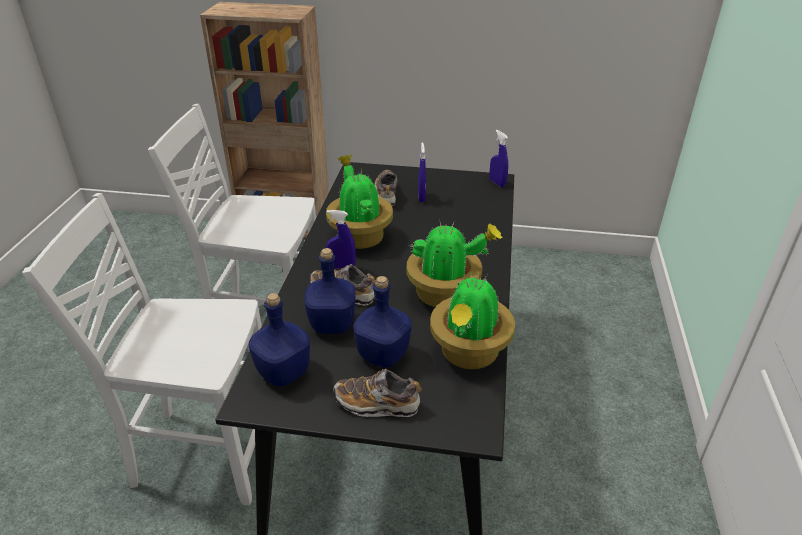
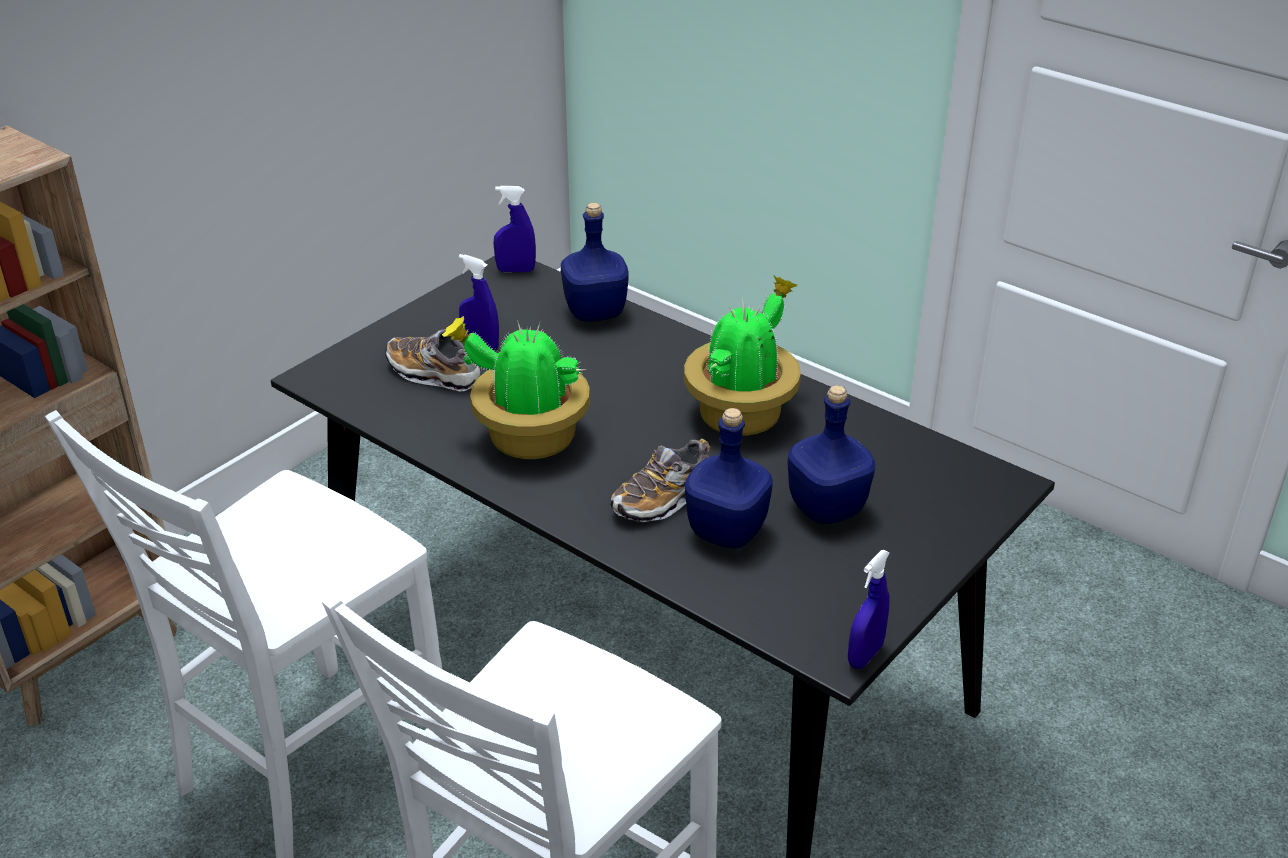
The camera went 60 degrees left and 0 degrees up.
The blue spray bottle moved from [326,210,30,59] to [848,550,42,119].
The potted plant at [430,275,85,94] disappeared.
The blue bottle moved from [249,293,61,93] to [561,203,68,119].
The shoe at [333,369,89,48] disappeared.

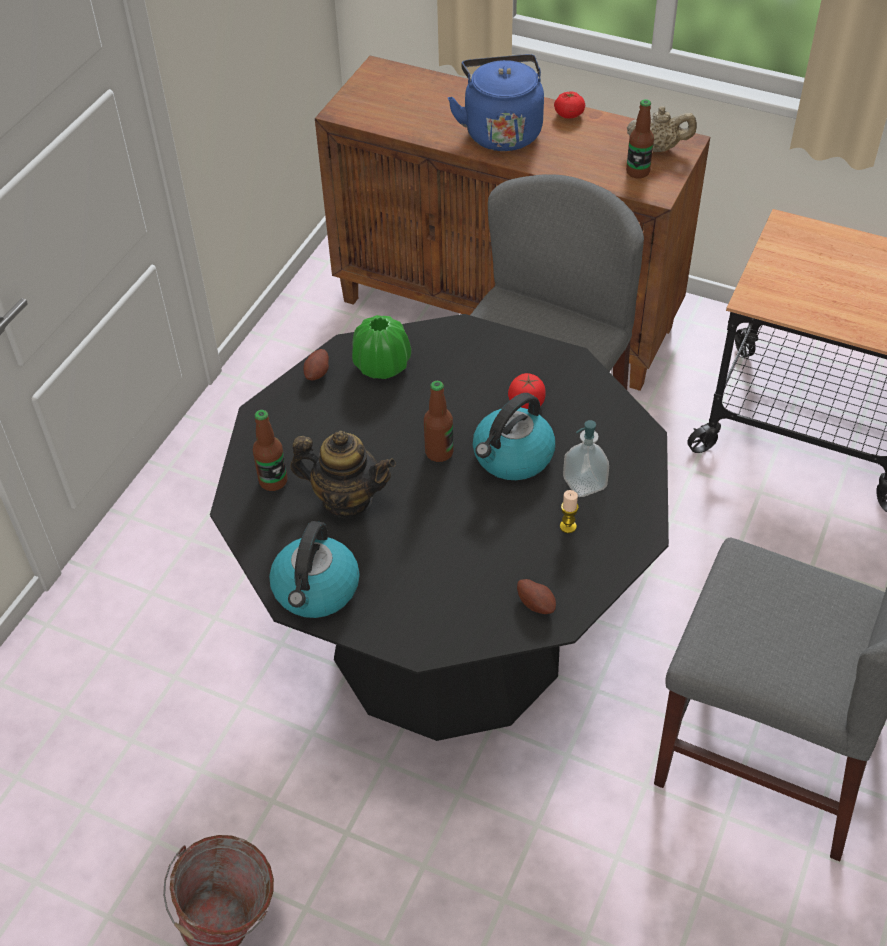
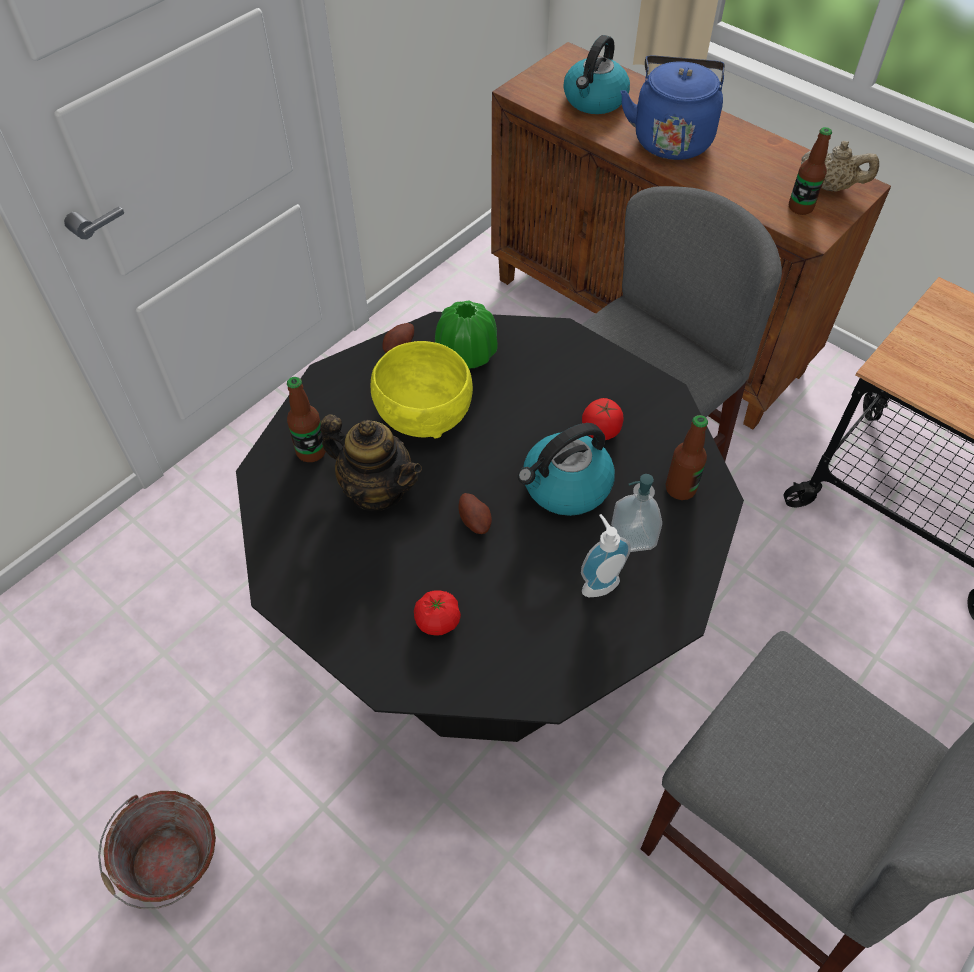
The camera went 15 degrees right and 5 degrees up.
The tomato moved from [554,91,31,28] to [414,590,47,46].
The bottle moved from [424,381,29,81] to [666,415,42,85].
The candle at [560,490,19,43] was replaced by the soap dispenser at [581,514,50,83].
The kettle moved from [269,521,91,97] to [563,35,67,79].
The potato moved from [517,579,39,35] to [458,493,34,41].
The yellow bowl at [371,341,102,98] appeared.

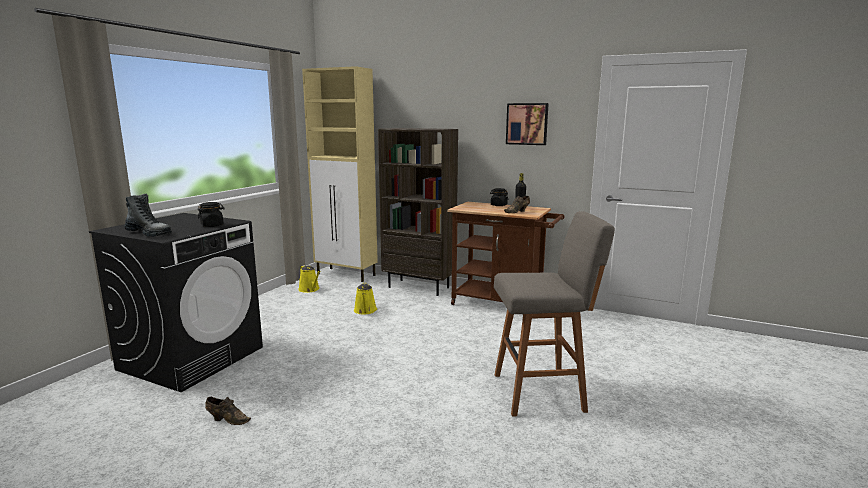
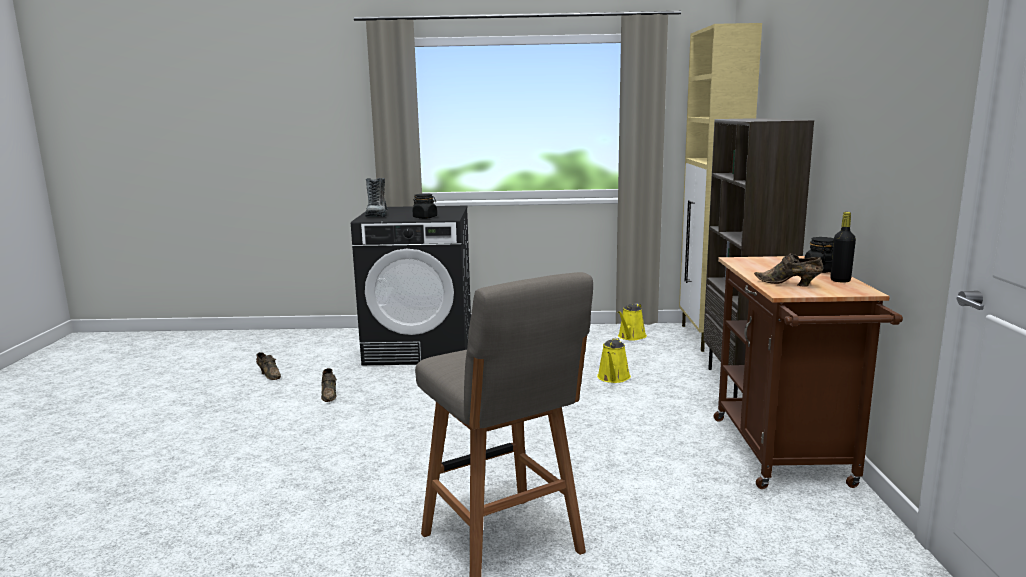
The camera went 65 degrees right and 0 degrees up.
The picture at [506,103,43,42] disappeared.
The yellow watering can at [354,282,23,32] turned 45 degrees counterclockwise.
The brown shoe at [256,352,25,28] appeared.

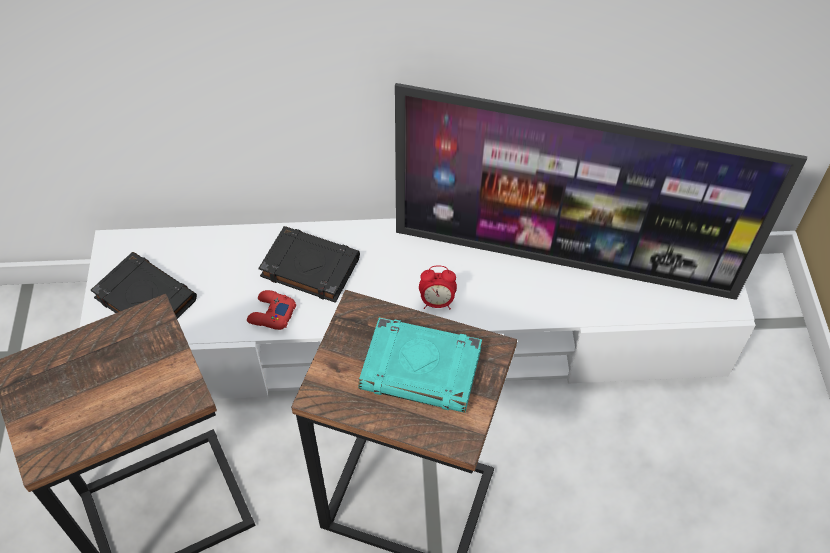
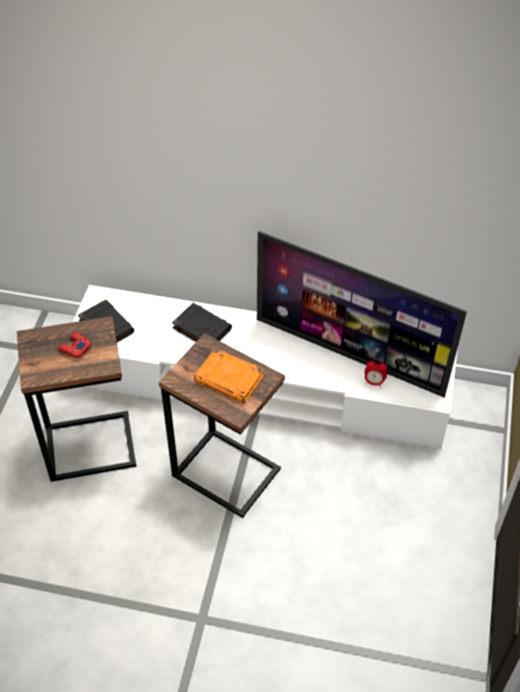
The camera went 15 degrees right and 5 degrees down.
The alarm clock moved from [419,265,38,44] to [365,359,22,29].
The red game controller moved from [247,290,49,40] to [58,333,34,25].
The turquoise book at [358,318,124,95] became the orange book at [194,348,70,55].

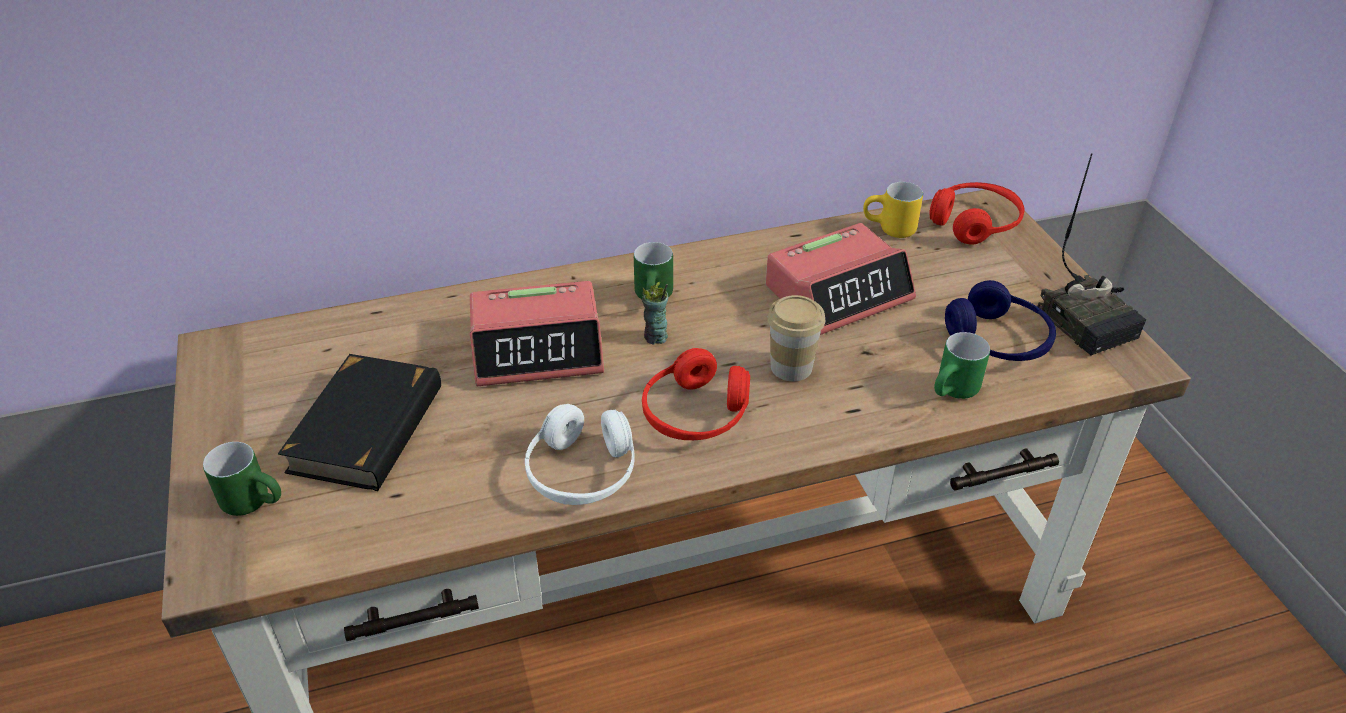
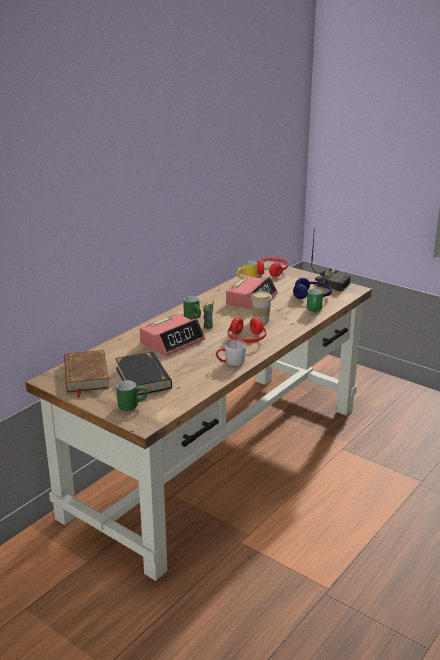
The camera went 35 degrees left and 15 degrees down.
The white headphones at [525,404,110,101] was replaced by the grey mug at [216,339,30,27].
The brown book at [64,350,45,48] appeared.

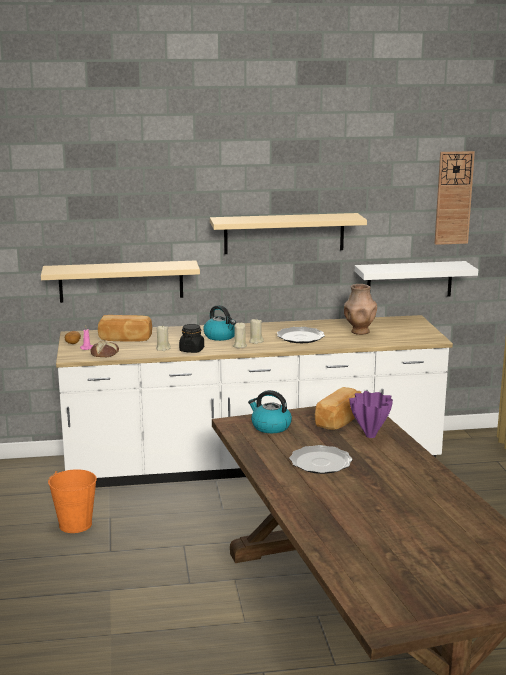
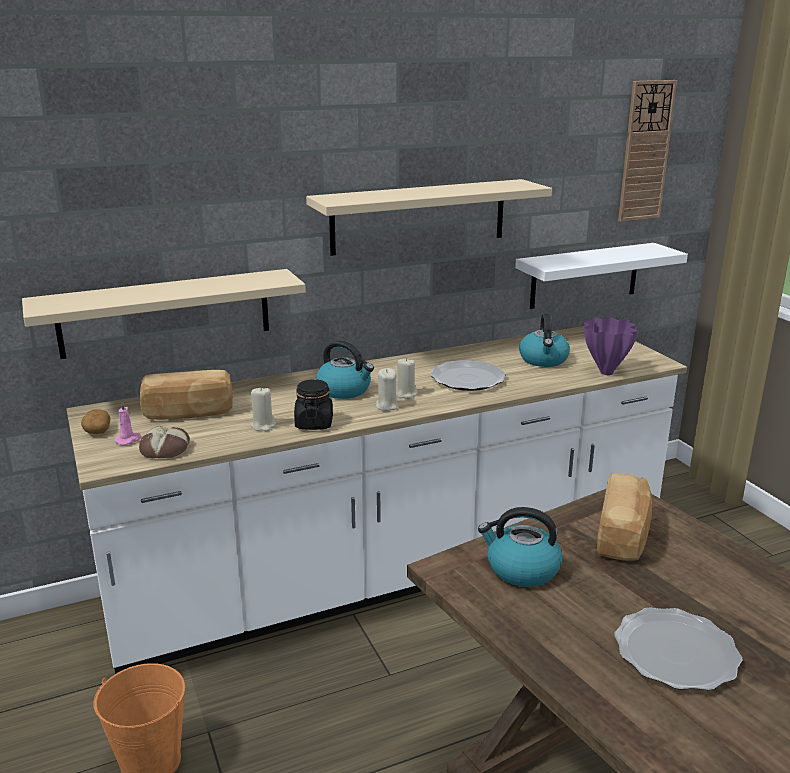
The camera went 15 degrees left and 5 degrees up.
The brown vase at [344,284,33,51] was replaced by the kettle at [519,313,51,54].
The purple vase moved from [349,391,44,47] to [584,317,54,58].

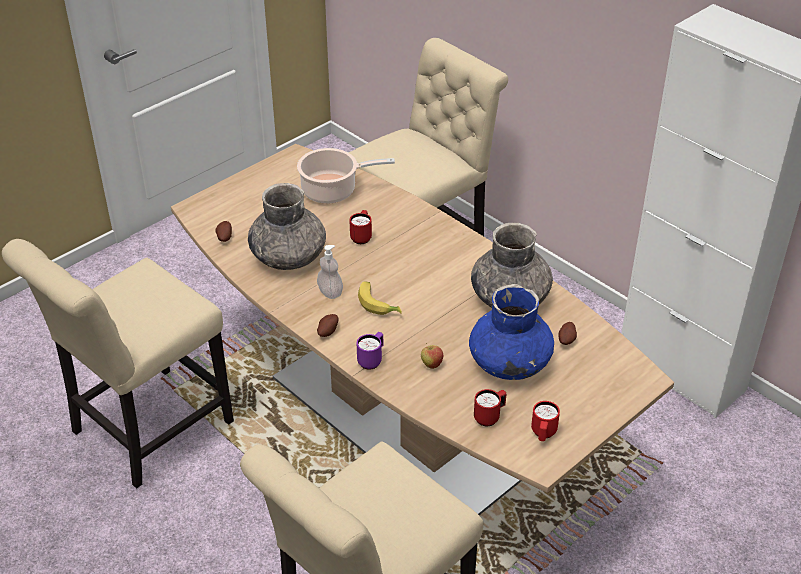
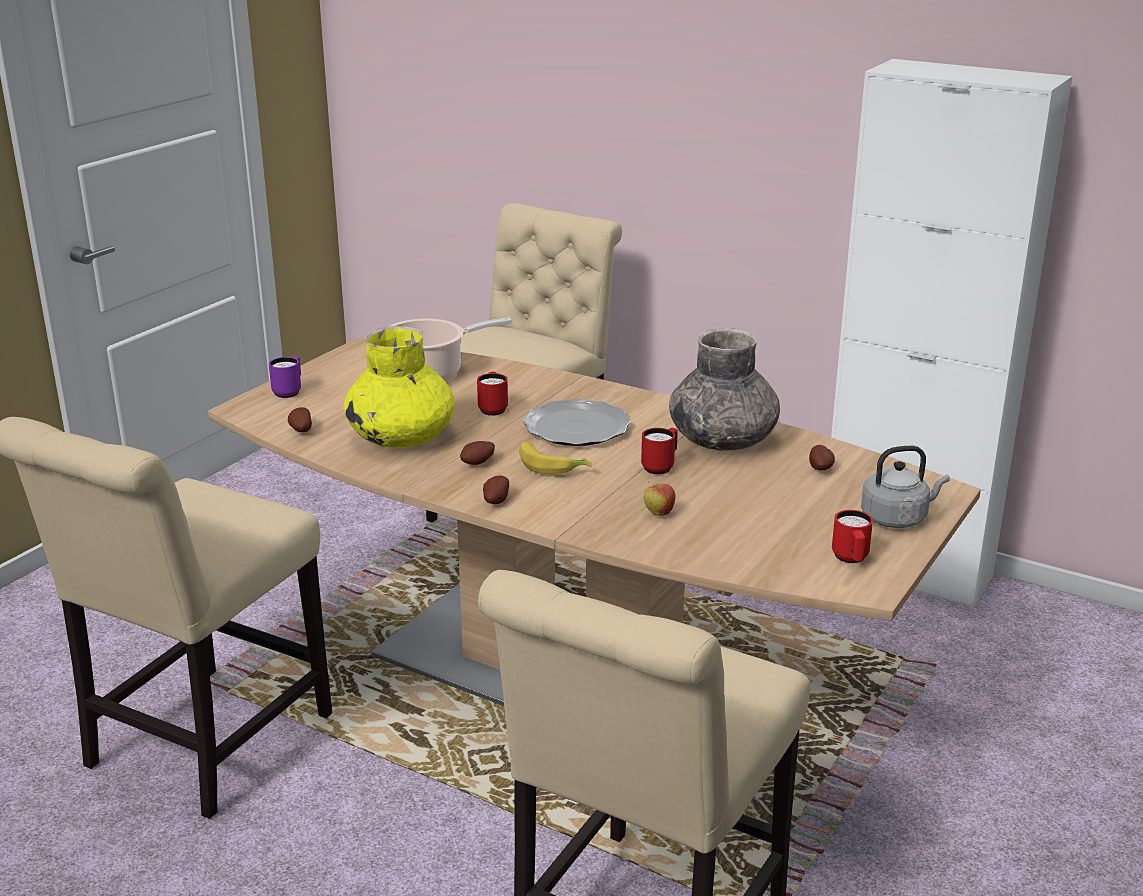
The camera went 15 degrees left and 15 degrees down.
The grey vase at [248,183,78,87] became the yellow vase at [344,326,111,122].
The soap dispenser at [317,245,26,54] was replaced by the potato at [460,441,35,24].
The blue vase at [469,284,85,96] disappeared.
The purple mug moved from [357,332,26,38] to [269,356,32,42].
The red mug moved from [474,389,32,37] to [641,428,37,46].
The plate at [523,399,108,47] appeared.
The grey kettle at [861,446,89,82] appeared.

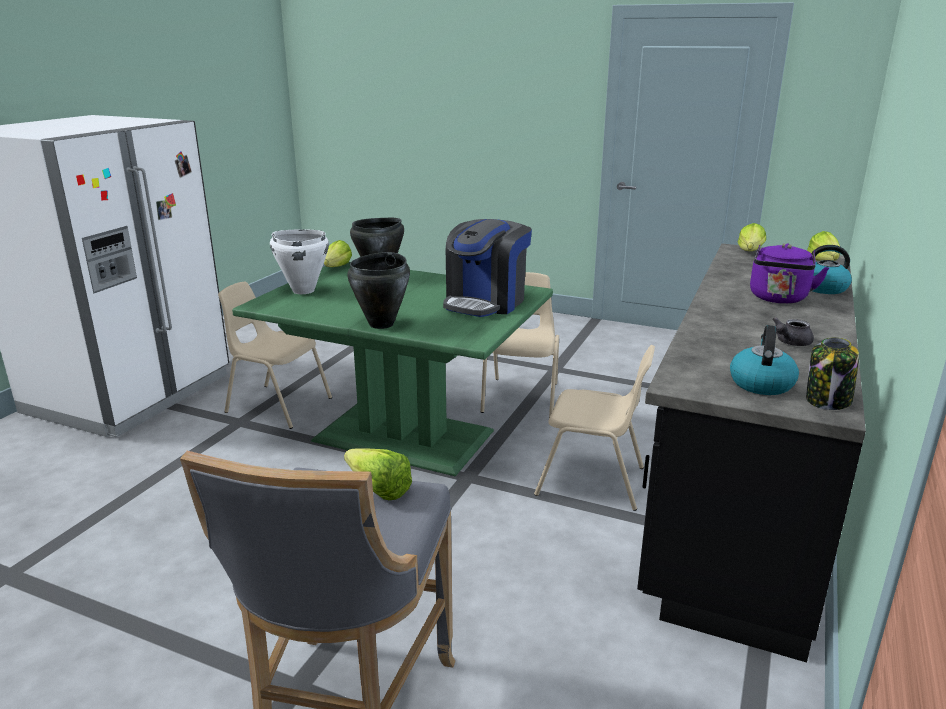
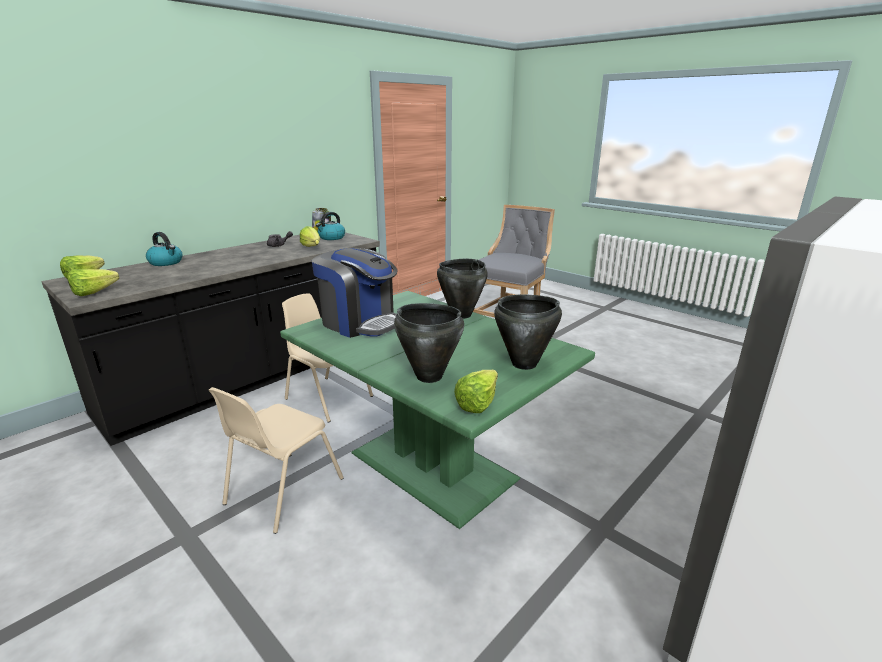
The camera went 160 degrees left and 0 degrees up.
The coffee machine at [443,219,89,98] turned 75 degrees clockwise.
The white cooking pot at [270,229,59,65] became the black cooking pot at [494,294,68,76].
The purple kettle at [750,243,79,61] disappeared.
The beige chair at [218,281,114,148] disappeared.
The lettuce moved from [344,448,68,52] to [300,226,20,21].

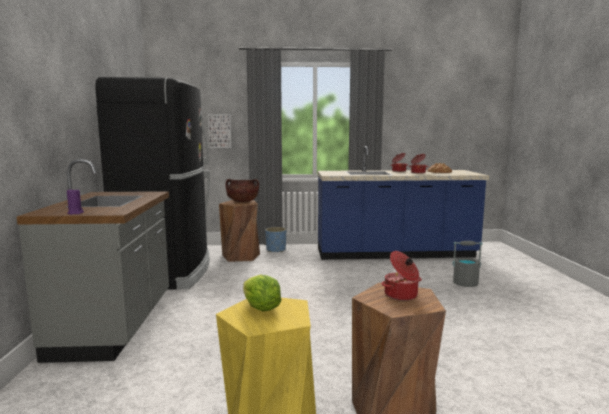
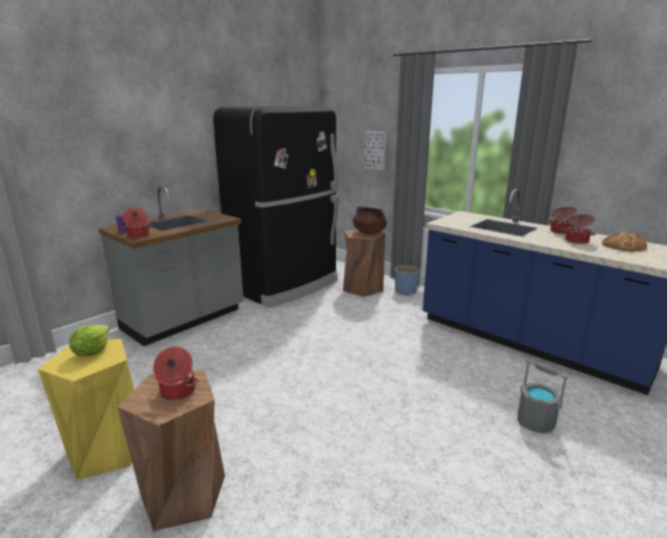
The camera went 45 degrees right and 10 degrees up.
The cooking pot at [122,207,30,31] appeared.

